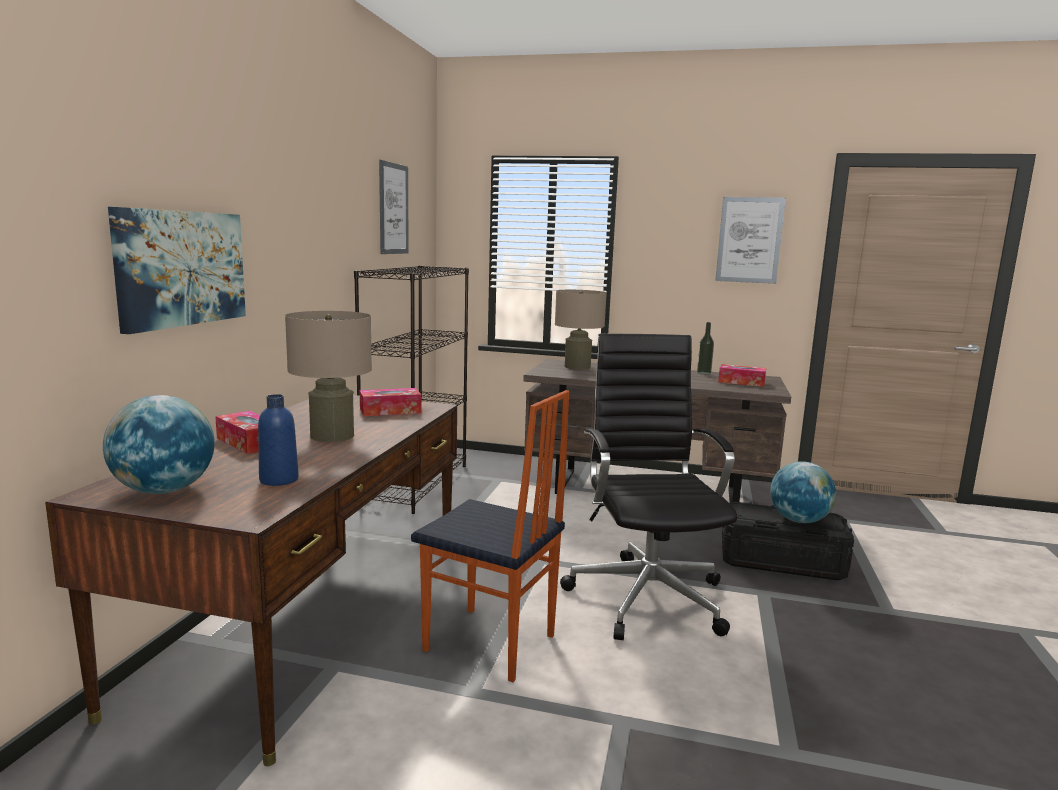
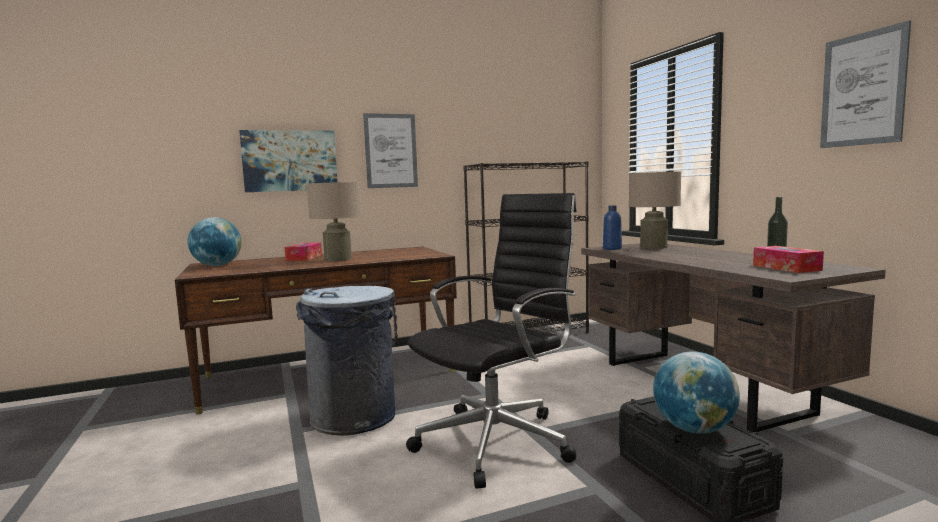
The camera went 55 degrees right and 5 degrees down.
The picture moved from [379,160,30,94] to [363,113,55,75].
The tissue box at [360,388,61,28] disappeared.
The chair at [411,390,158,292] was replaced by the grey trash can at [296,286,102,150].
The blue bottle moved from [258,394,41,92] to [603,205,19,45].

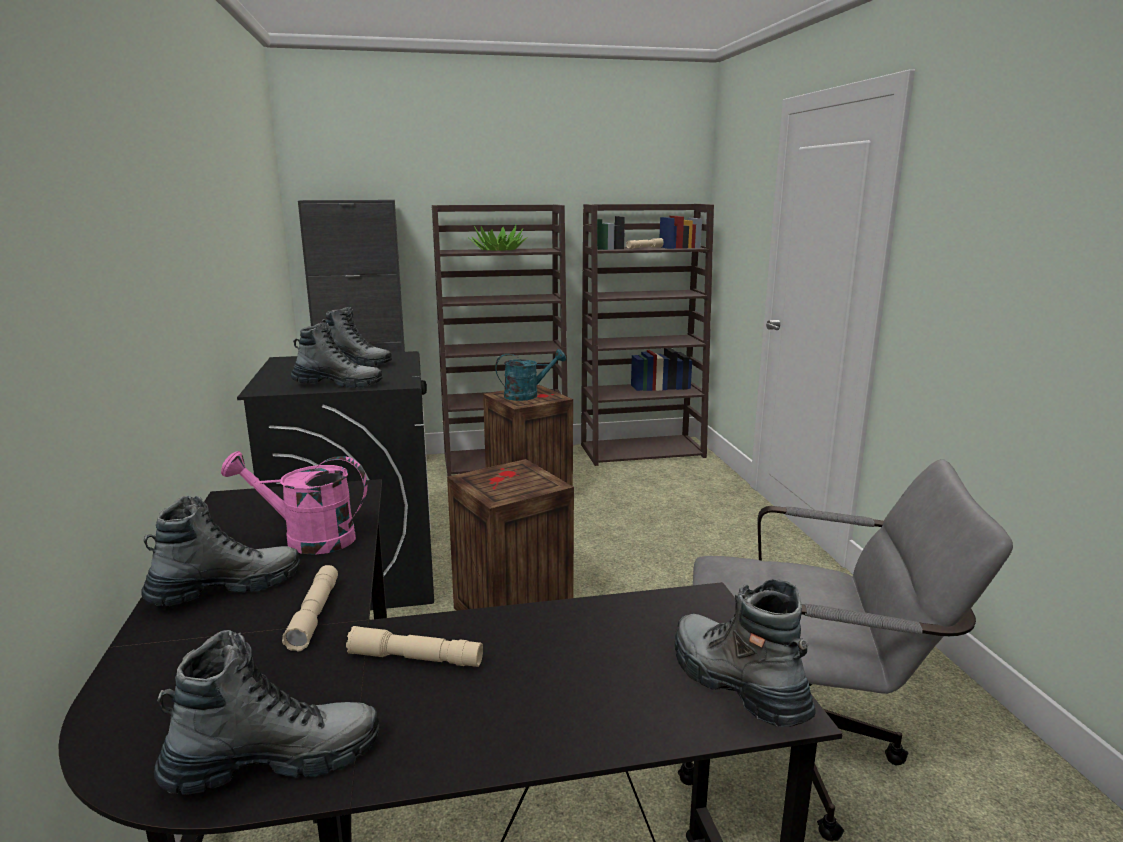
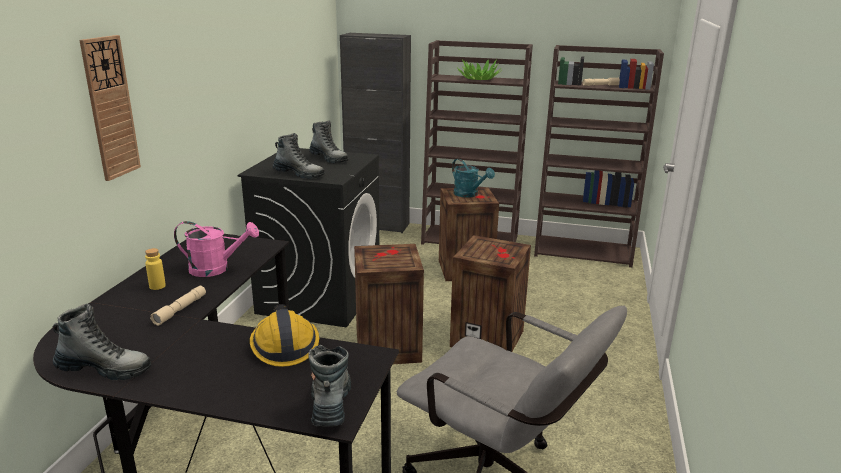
The camera went 25 degrees right and 5 degrees up.
The turquoise watering can at [495,349,71,52] turned 45 degrees clockwise.
The pink watering can at [221,451,146,104] turned 150 degrees clockwise.
The boot at [141,496,159,110] was replaced by the yellow bottle at [145,248,21,42].
The beige flashlight at [346,626,137,41] disappeared.
The wall clock at [79,35,62,146] appeared.
The crate at [450,235,81,117] appeared.
The hard hat at [250,304,69,63] appeared.

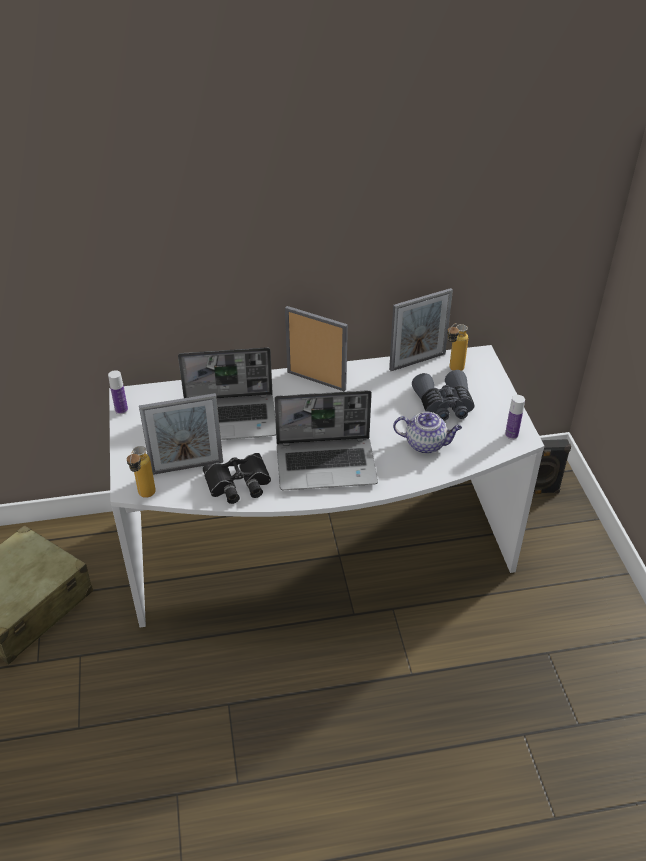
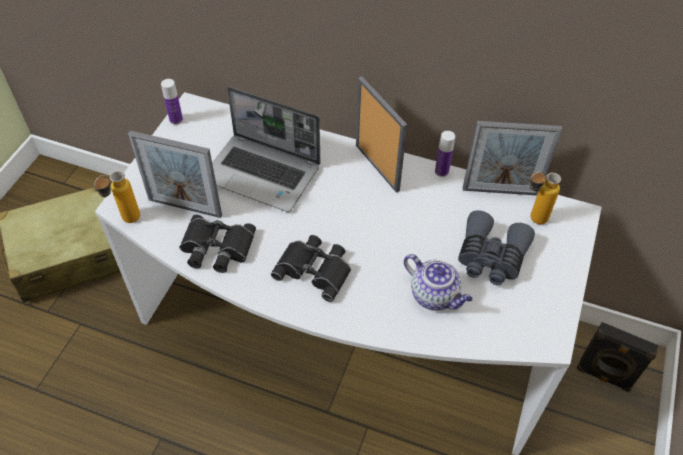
The camera went 30 degrees right and 10 degrees up.
The laptop at [274,390,104,100] was replaced by the black binoculars at [271,235,80,67].
The bottle moved from [505,395,20,45] to [435,131,20,46].

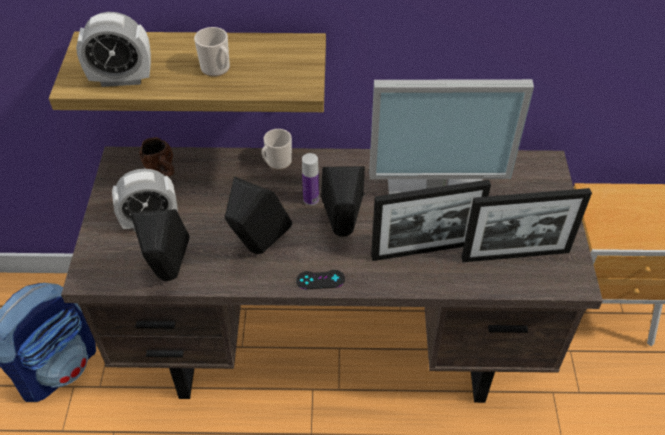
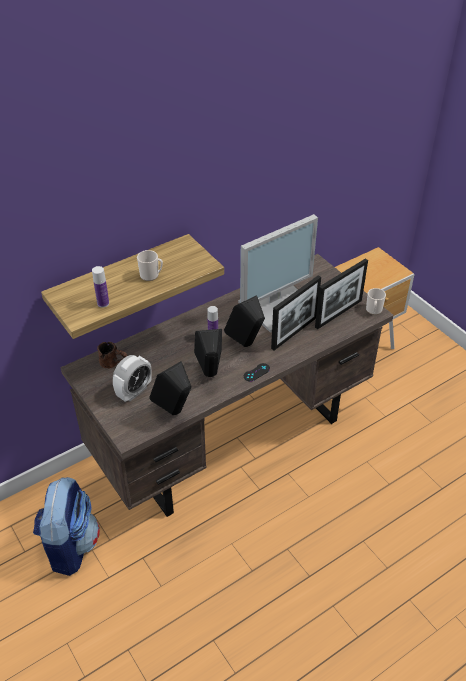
The camera went 35 degrees left and 5 degrees down.
The alarm clock at [76,12,75,75] was replaced by the bottle at [92,266,17,42].
The mug moved from [261,129,31,41] to [366,288,20,27].

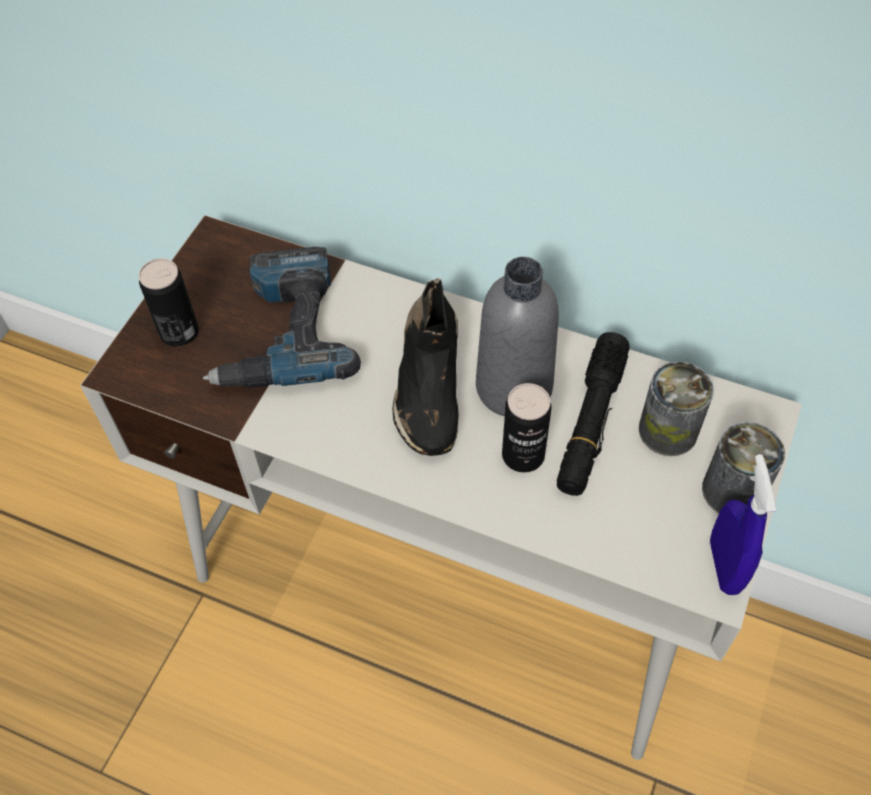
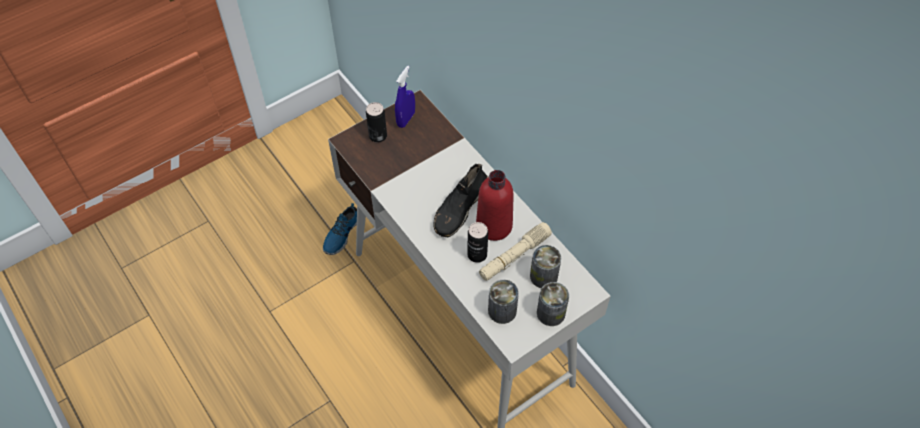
The camera went 30 degrees right and 0 degrees up.
The power drill at [203,247,158,141] disappeared.
The grey bottle at [476,257,83,159] became the red bottle at [476,170,38,71].
The black flashlight at [557,332,72,164] became the beige flashlight at [479,222,73,59].
The blue spray bottle moved from [710,454,66,141] to [395,66,20,62].
The shoe at [323,203,34,52] appeared.
The can at [488,280,31,44] appeared.

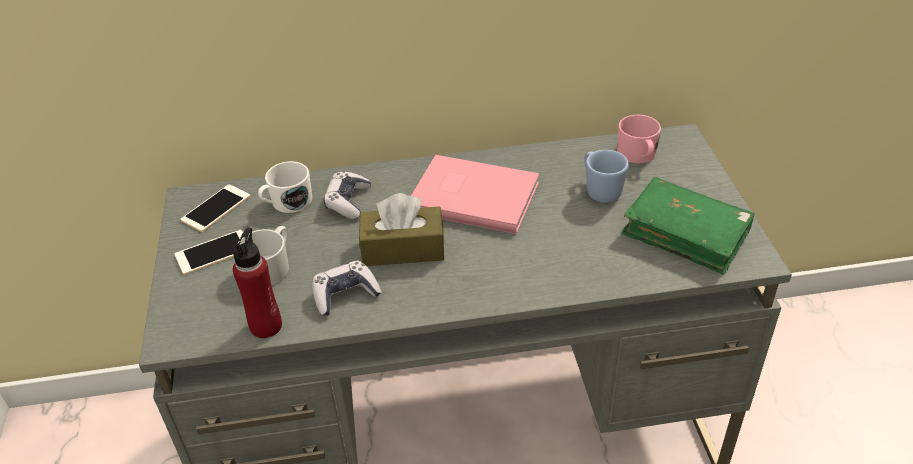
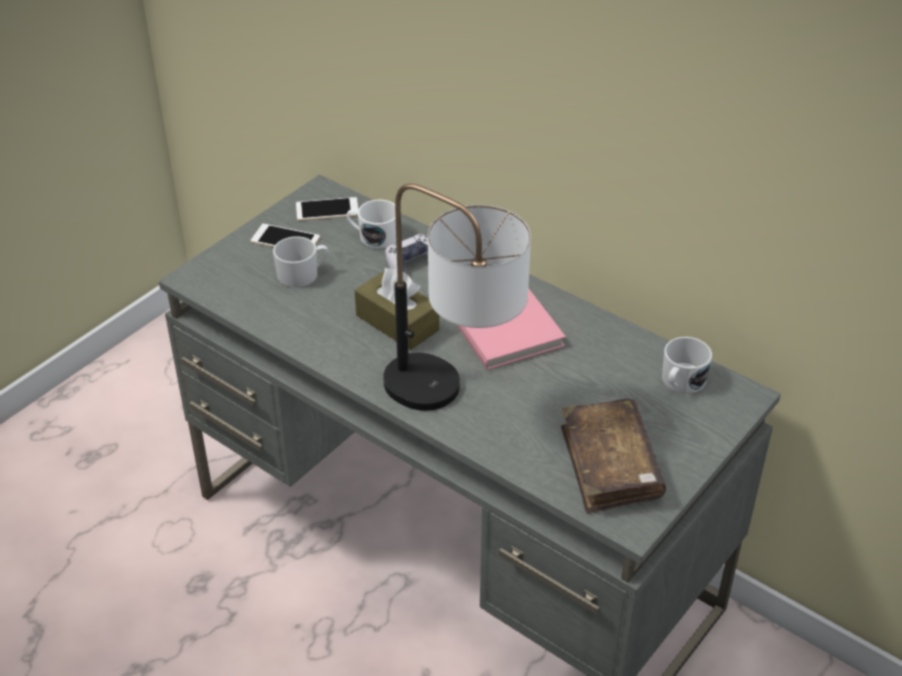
The camera went 45 degrees right and 0 degrees up.
The pink mug at [617,115,44,49] became the white mug at [662,337,50,57].
The blue mug at [584,150,45,53] disappeared.
The green book at [622,177,133,98] became the brown book at [561,399,105,115].
The red bottle at [233,228,49,110] disappeared.
The game controller at [312,260,70,56] disappeared.
The table lamp at [383,184,148,227] appeared.

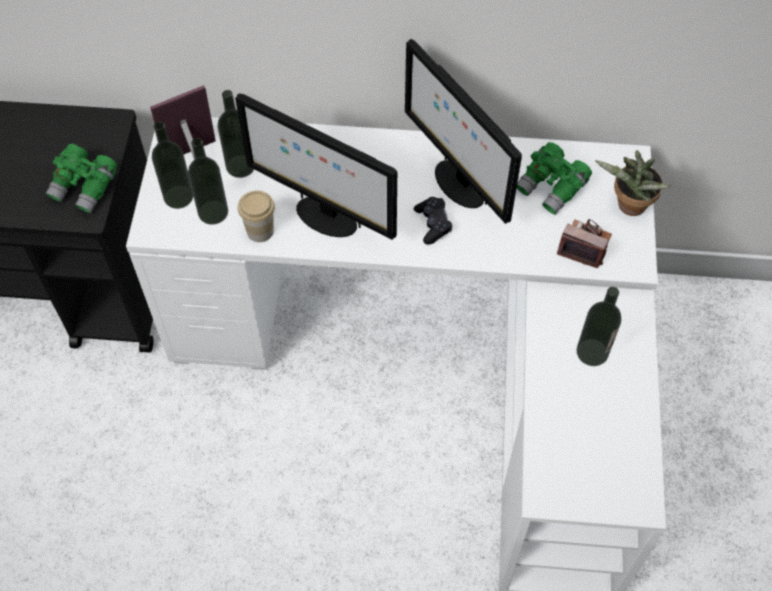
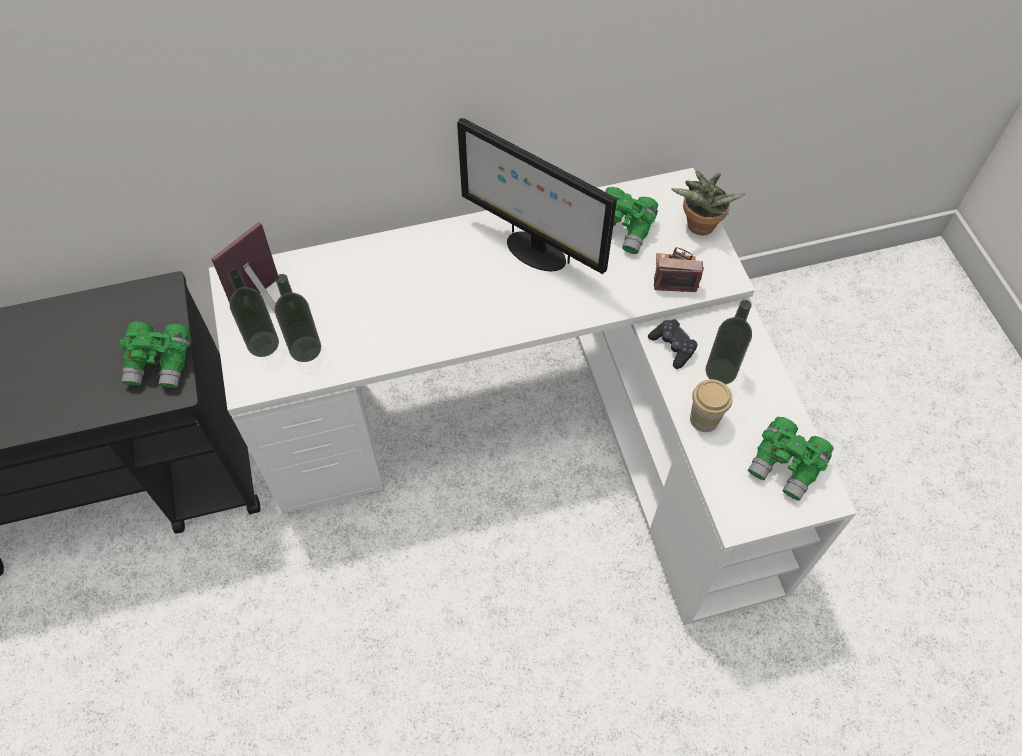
The camera went 20 degrees left and 0 degrees up.
The bottle at [218,90,36,88] disappeared.
The monitor at [235,93,162,147] disappeared.
The cup moved from [238,190,37,52] to [690,379,42,53].
The black game controller moved from [414,197,38,47] to [648,319,50,50].
The green binoculars at [748,417,86,84] appeared.

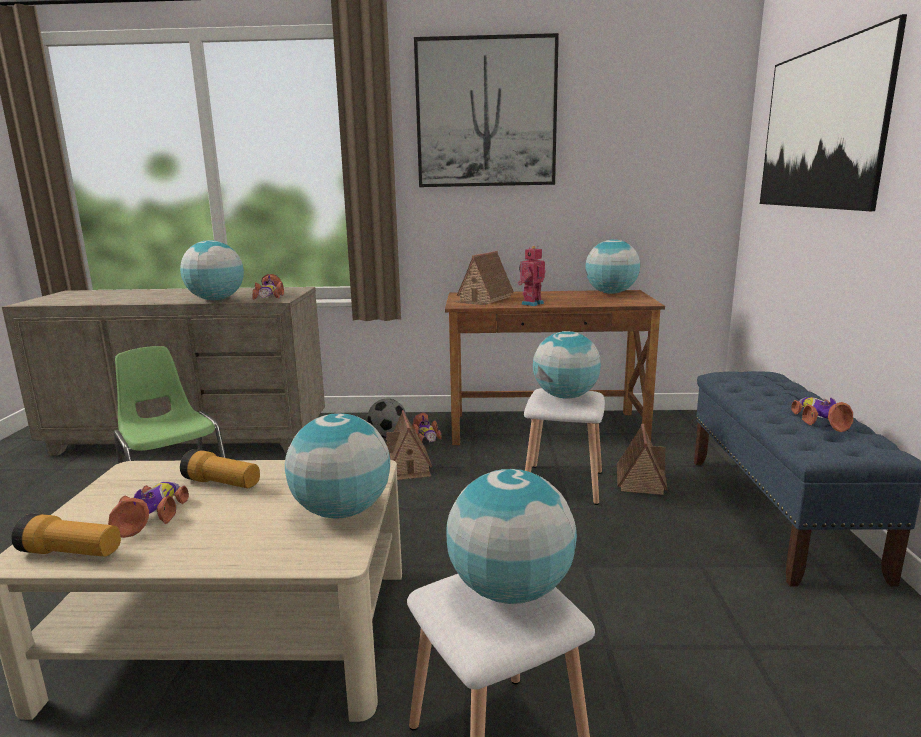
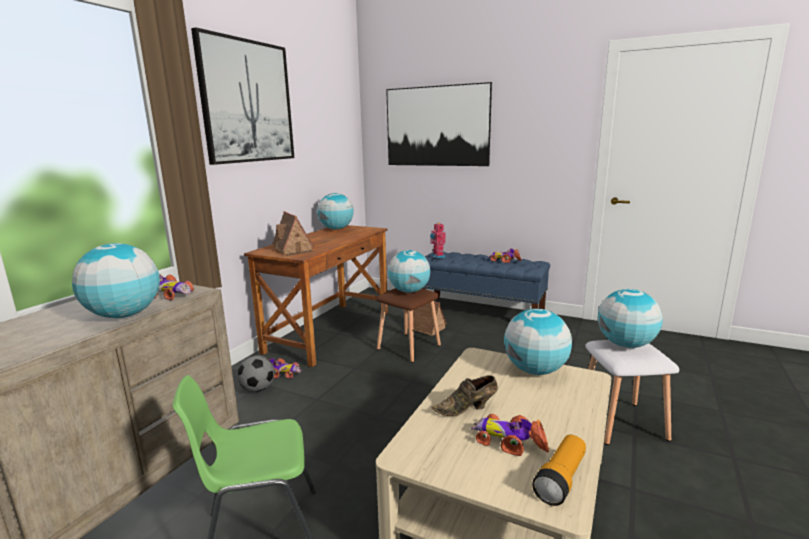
The camera went 65 degrees left and 0 degrees up.
The toy robot moved from [518,246,28,60] to [430,222,16,36].
The white stool at [524,388,81,117] became the brown stool at [376,288,65,75].
The toy house at [386,410,46,70] disappeared.
The flashlight at [180,449,80,39] was replaced by the brown shoe at [432,375,66,41].

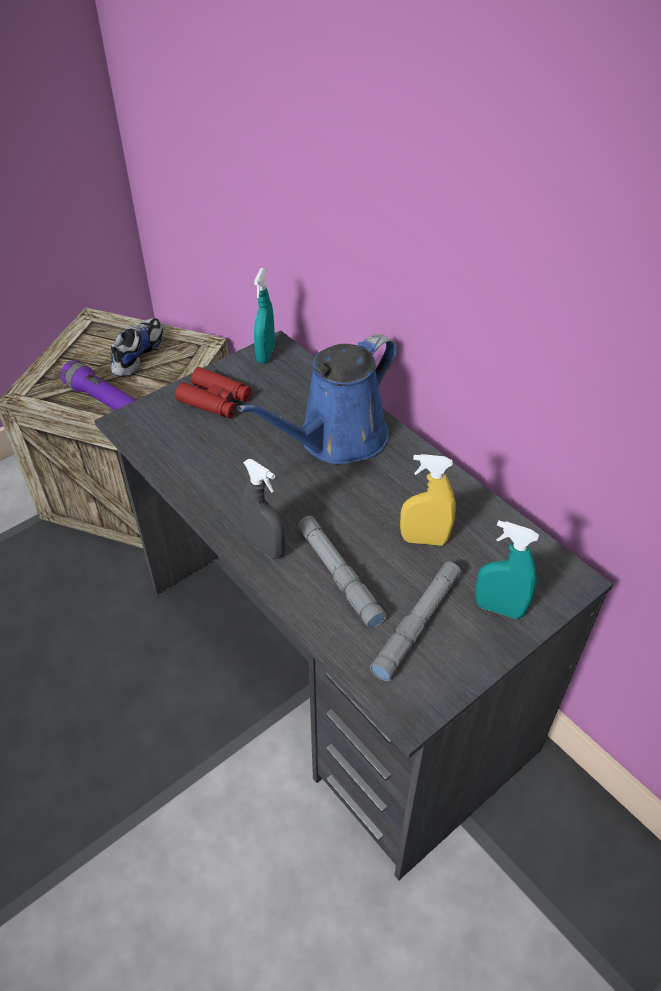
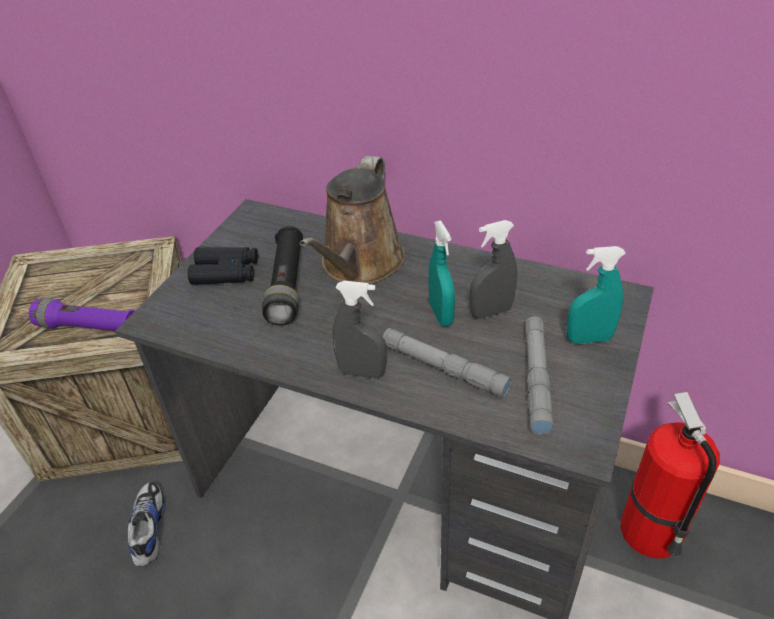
The camera went 25 degrees left and 5 degrees down.
The turquoise spray bottle moved from [254,268,21,96] to [429,220,26,107].
The shoe moved from [110,318,53,59] to [127,482,39,84].
The blue watering can at [237,334,160,130] became the brown watering can at [300,156,105,128].
The red binoculars at [175,367,76,51] became the black binoculars at [188,247,70,37].
The yellow spray bottle at [400,454,56,92] became the grey spray bottle at [470,220,47,99].
The black flashlight at [262,226,41,100] appeared.
The fire extinguisher at [620,392,100,167] appeared.

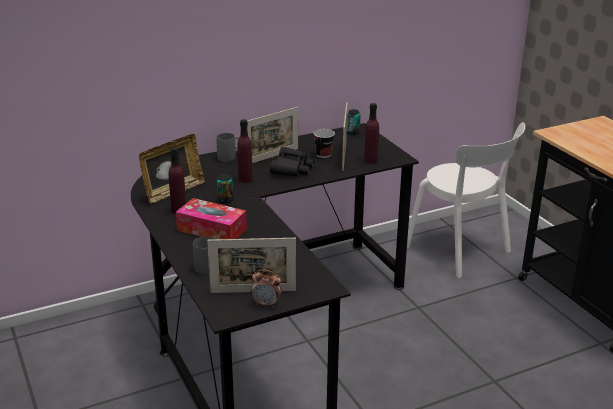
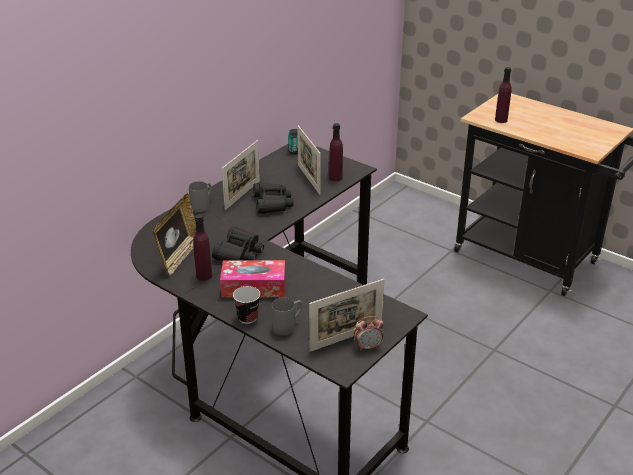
The camera went 25 degrees left and 5 degrees up.
The purple bottle moved from [237,119,16,64] to [495,67,17,56].
The white chair at [407,122,118,156] disappeared.
The cup moved from [314,129,21,29] to [233,286,27,38].
The can at [217,174,16,30] was replaced by the black binoculars at [212,226,52,35].

